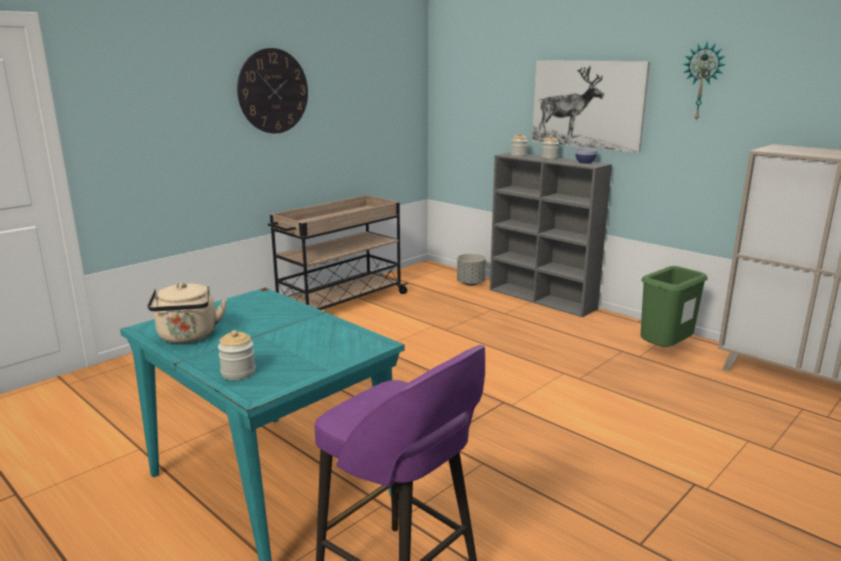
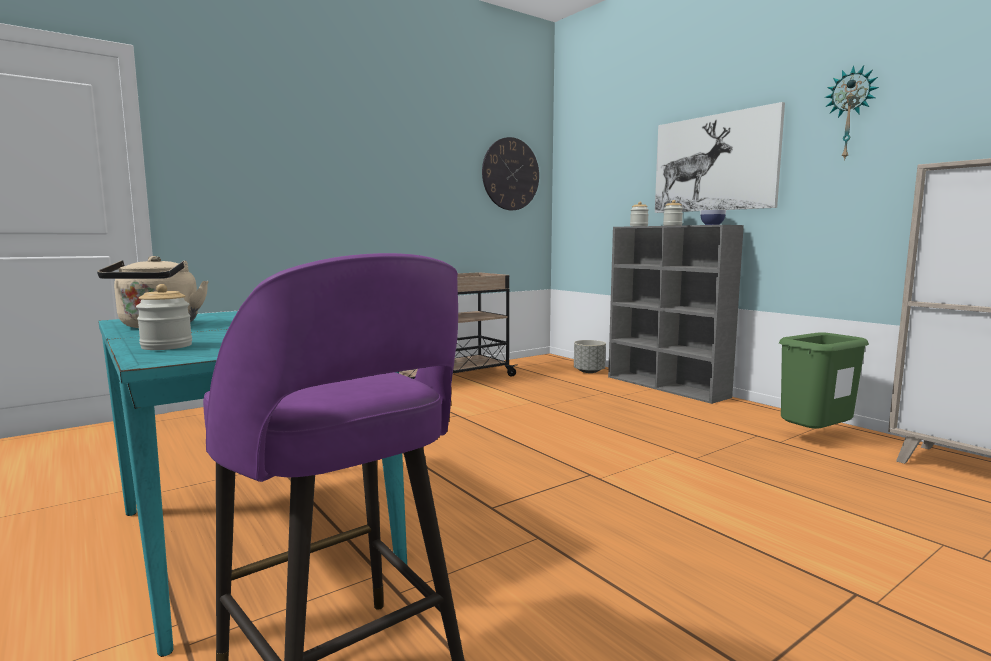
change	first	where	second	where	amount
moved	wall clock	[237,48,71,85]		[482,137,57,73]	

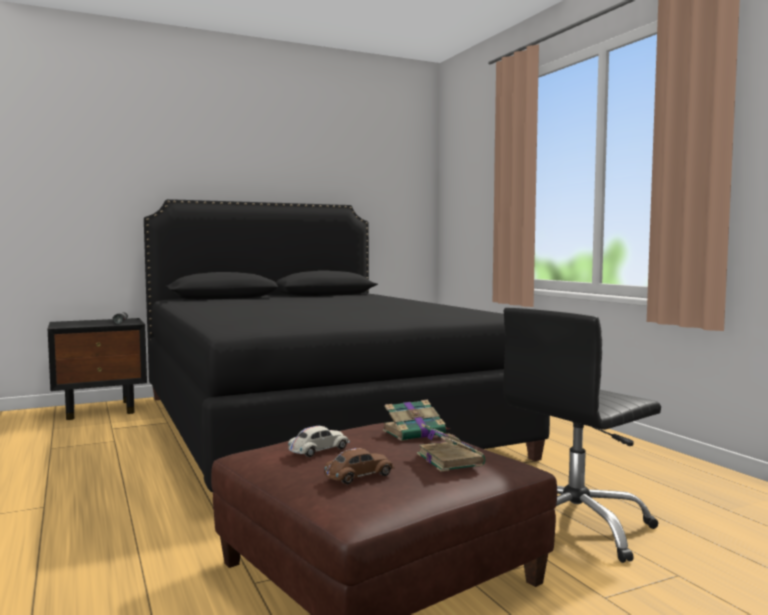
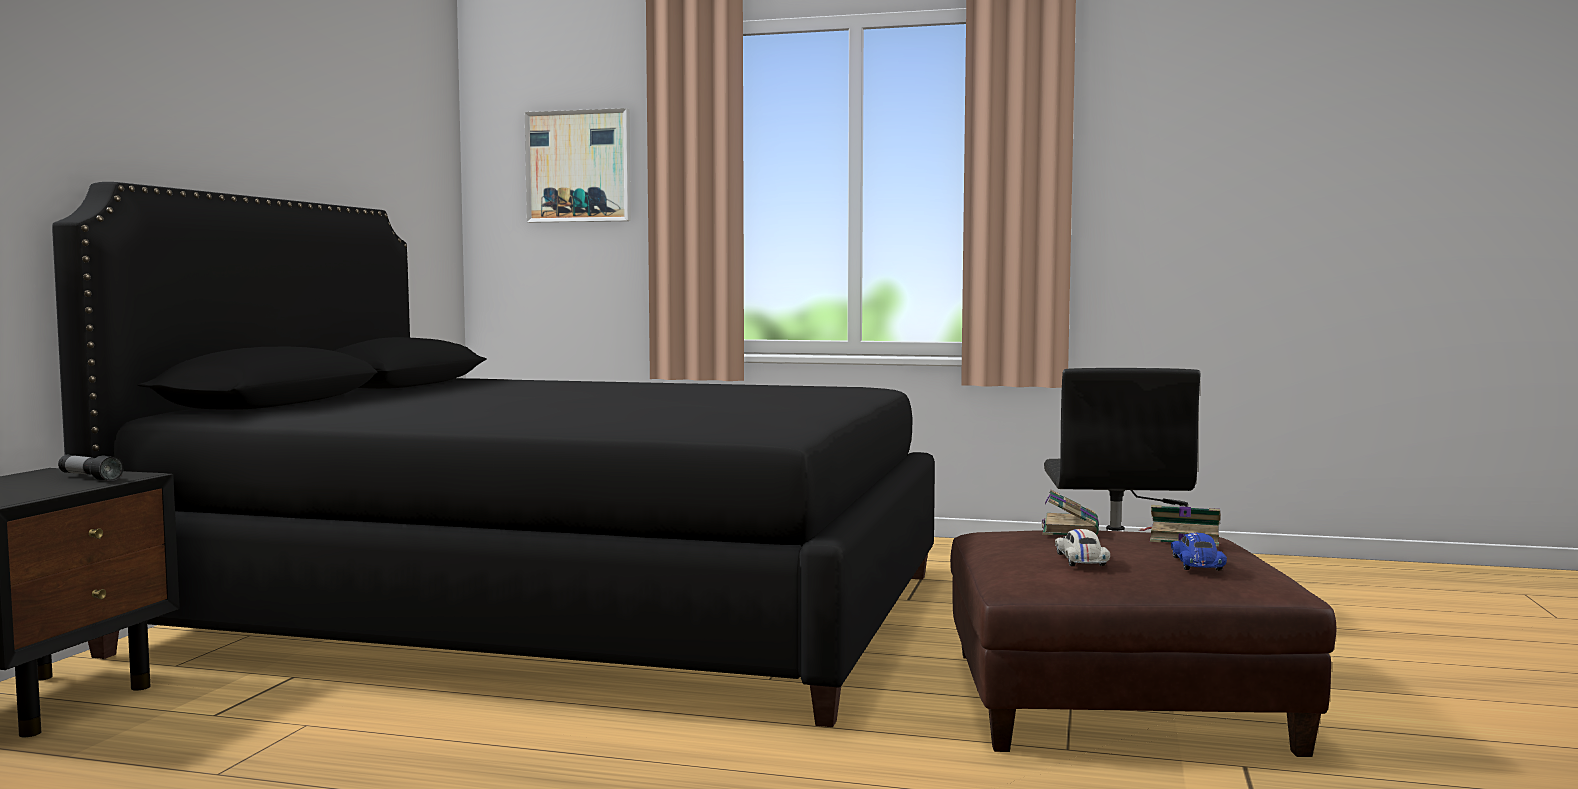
change	first	where	second	where	amount
added			picture	[525,108,106,115]	
recoloured	brown toy car	[325,448,69,37]	blue toy car	[1171,533,56,38]	

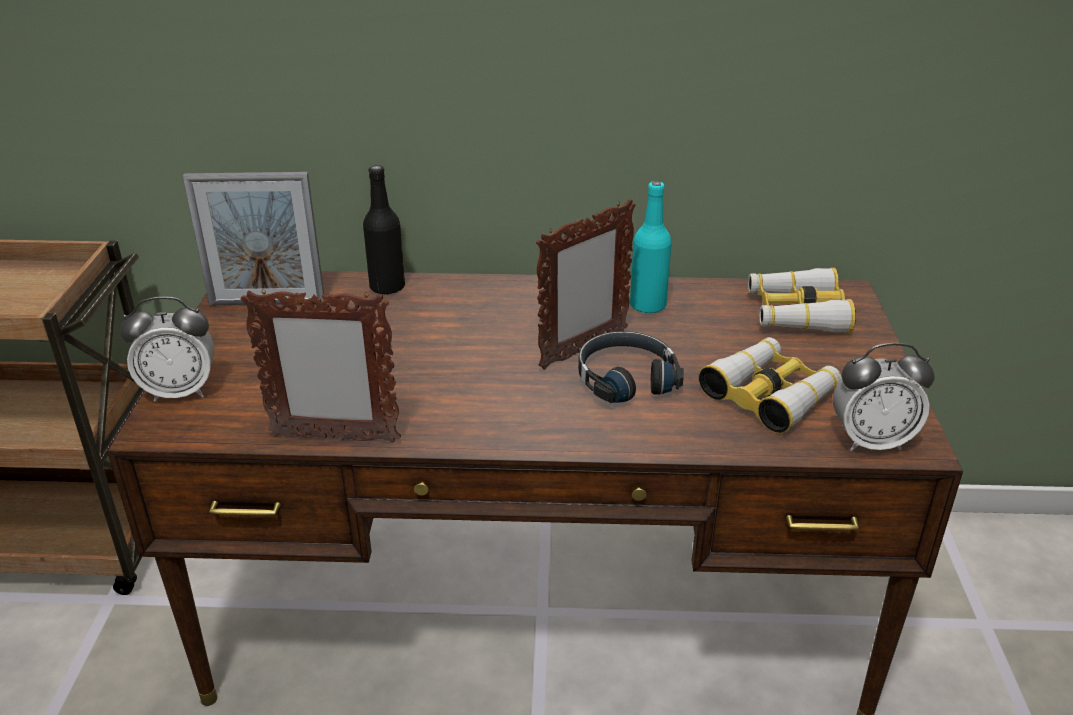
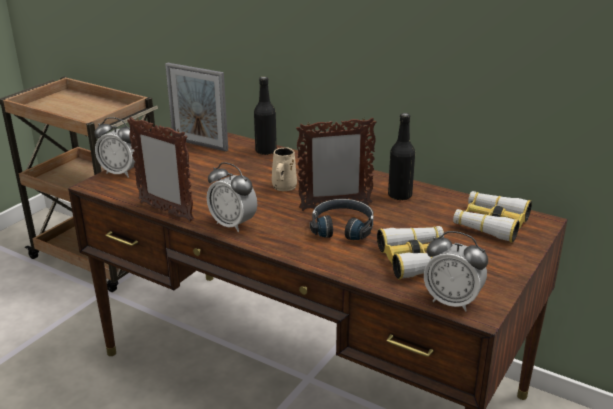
change	first	where	second	where	amount
added			alarm clock	[207,162,50,70]	
added			beige mug	[272,147,25,44]	
recoloured	turquoise bottle	[630,181,42,133]	black bottle	[388,113,27,87]	

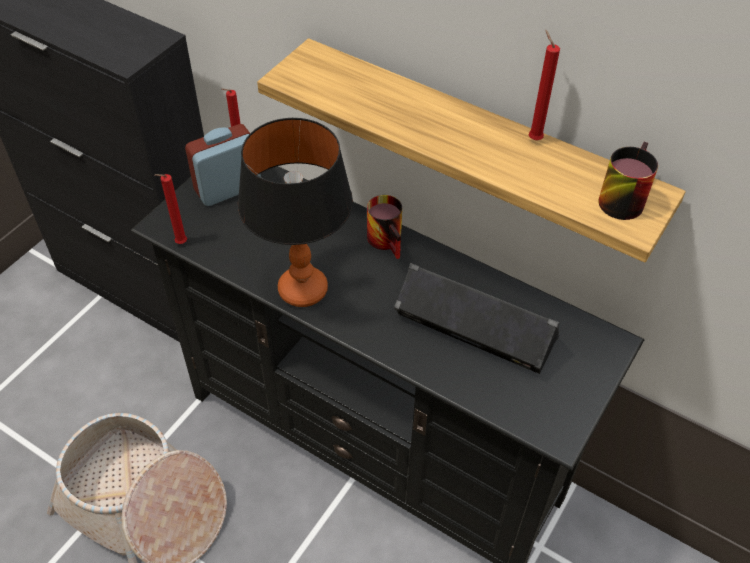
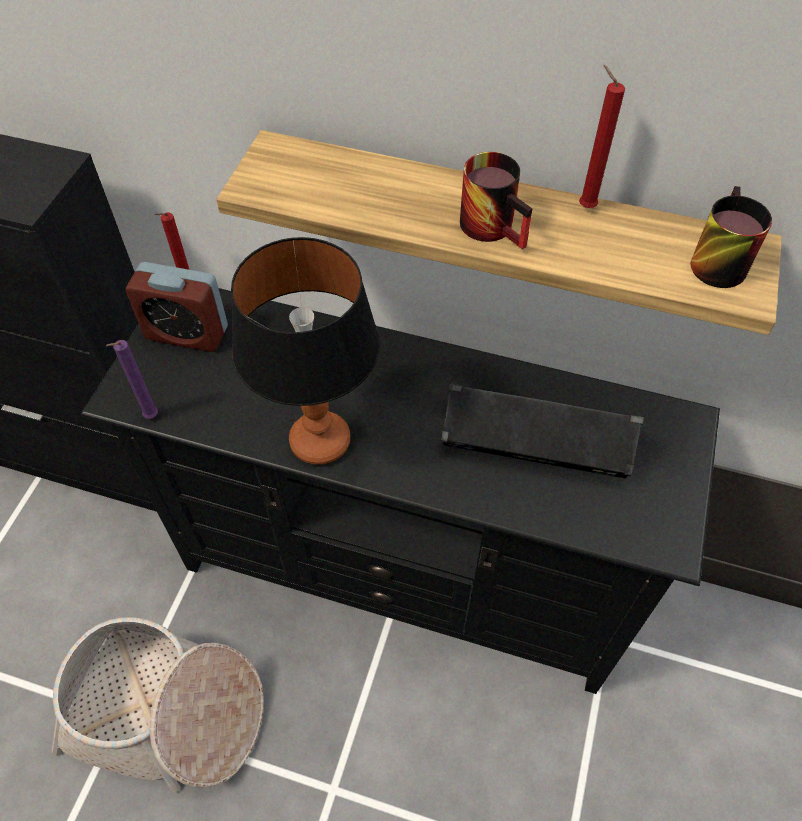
change	first	where	second	where	amount
recoloured	red candle	[155,174,32,70]	purple candle	[106,340,52,79]	
turned	alarm clock	[185,124,76,82]		[126,262,102,90]	120 degrees counterclockwise
moved	mug	[367,195,35,64]		[460,152,72,97]	

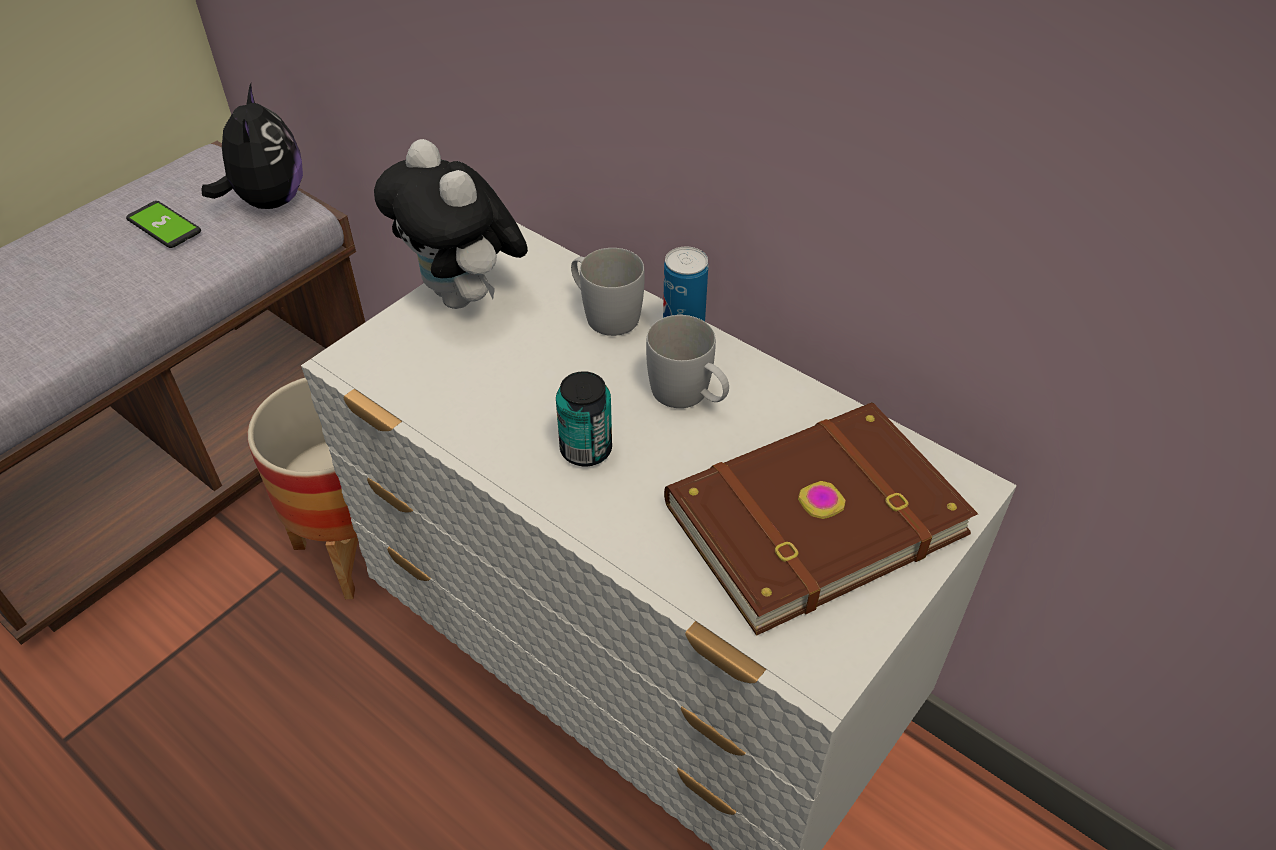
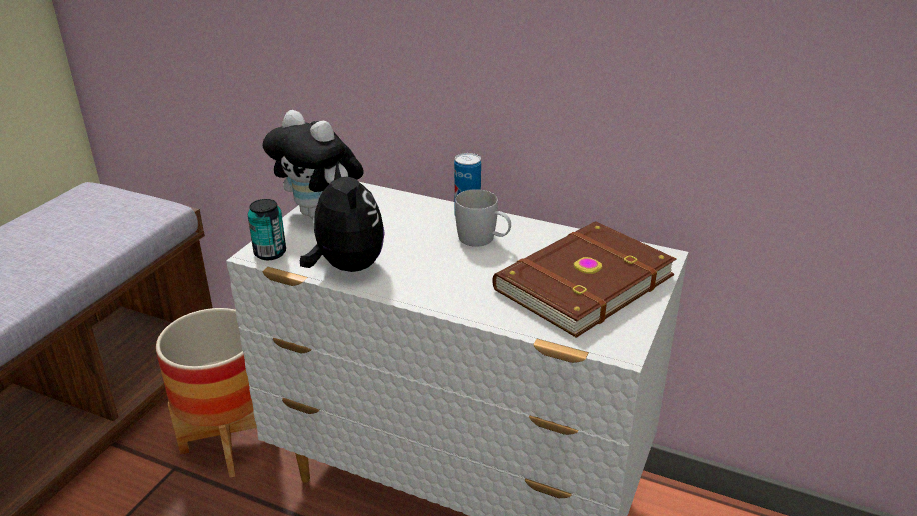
change	first	where	second	where	amount
moved	can	[556,371,56,96]		[248,199,38,61]	
moved	plush toy	[201,84,102,125]		[300,161,85,111]	
removed	phone	[126,201,75,47]			
removed	white mug	[571,248,74,88]			

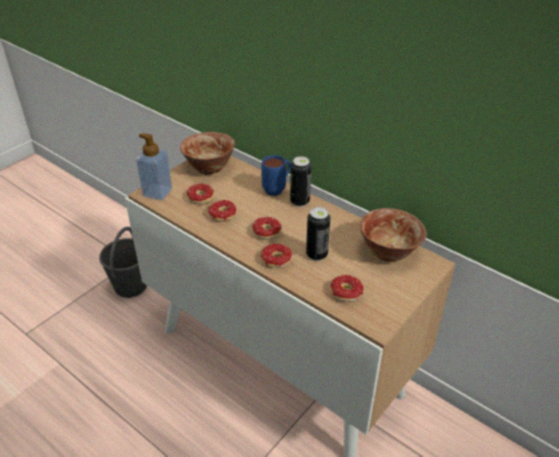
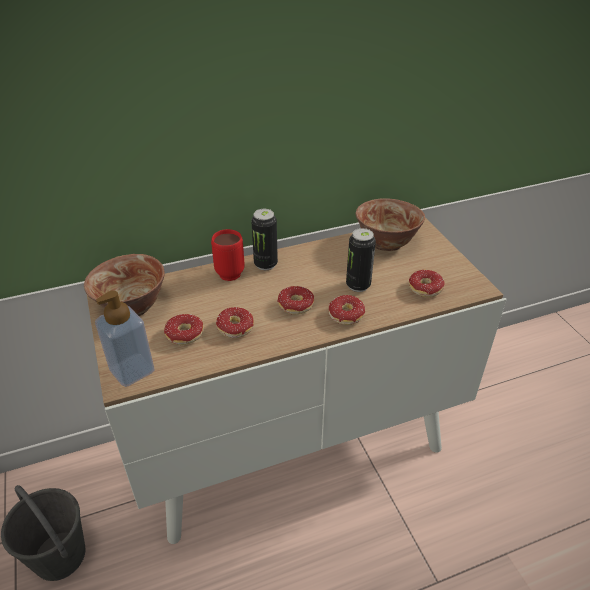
change	first	where	second	where	amount
recoloured	blue mug	[261,155,30,41]	red mug	[211,229,34,52]	

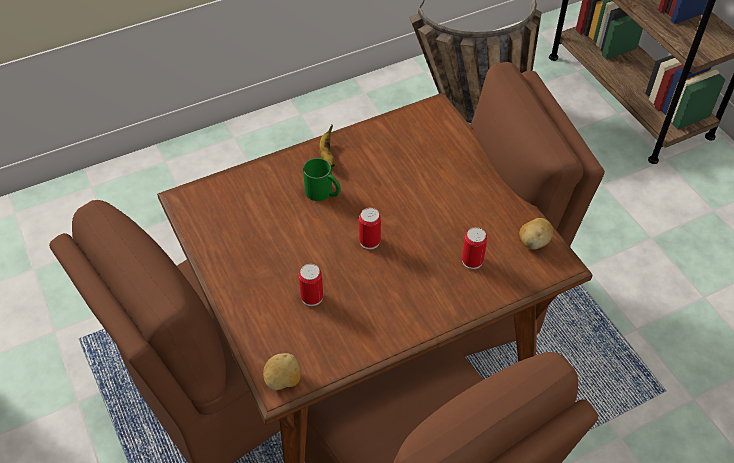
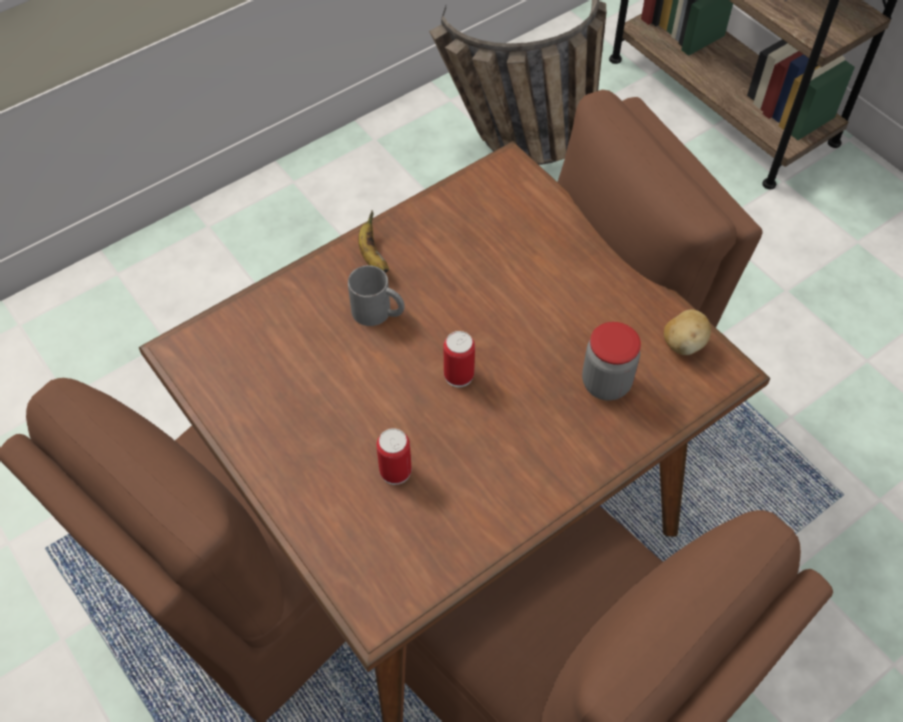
change	first	where	second	where	amount
recoloured	green mug	[303,158,38,43]	grey mug	[348,265,57,61]	
replaced	can	[462,227,25,42]	jar	[582,322,59,79]	
removed	potato	[263,353,37,37]			

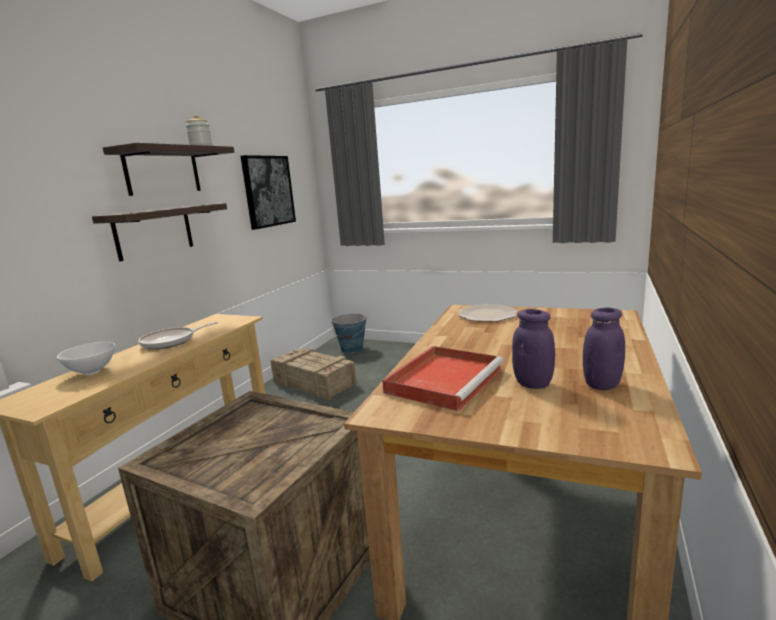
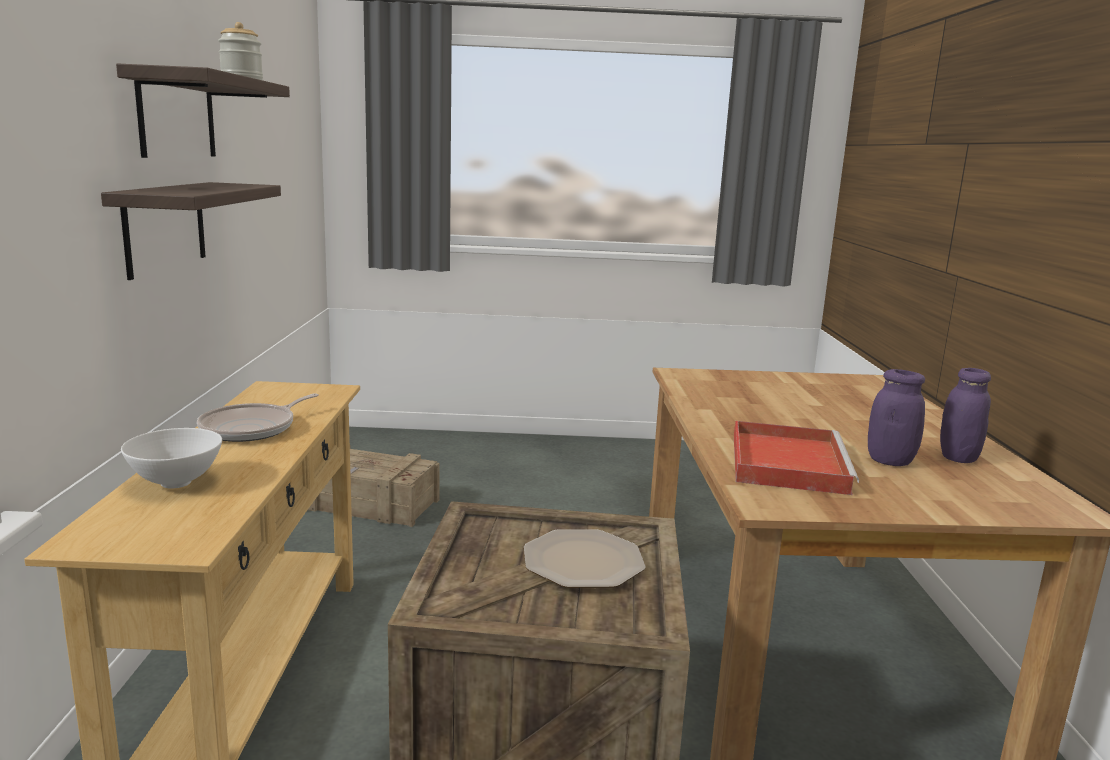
change	first	where	second	where	amount
moved	plate	[458,305,59,17]		[524,529,122,59]	
removed	picture	[241,155,55,75]			
removed	bucket	[331,314,36,39]			

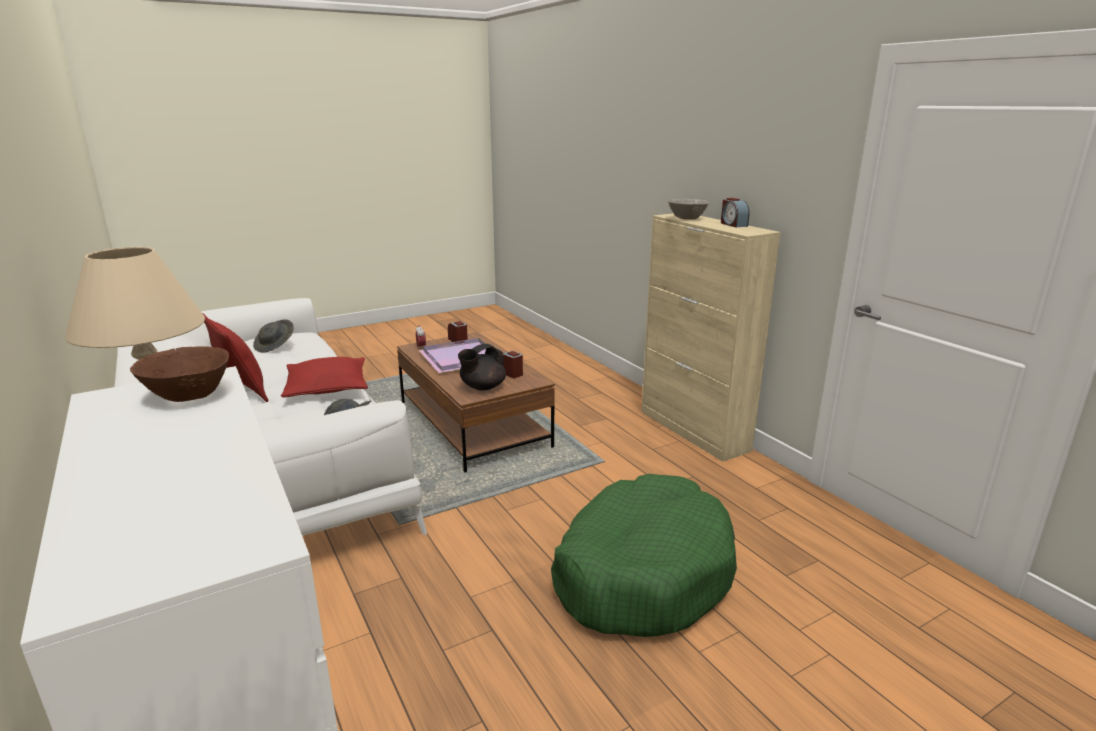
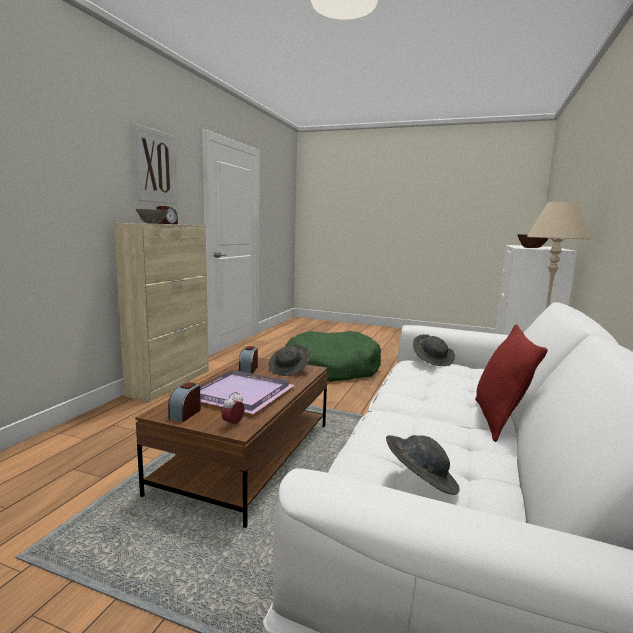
change	first	where	second	where	amount
added			picture	[133,123,44,81]	
replaced	black teapot	[458,344,48,46]	grey hat	[269,344,41,32]	
removed	red pillow	[281,357,87,40]			

